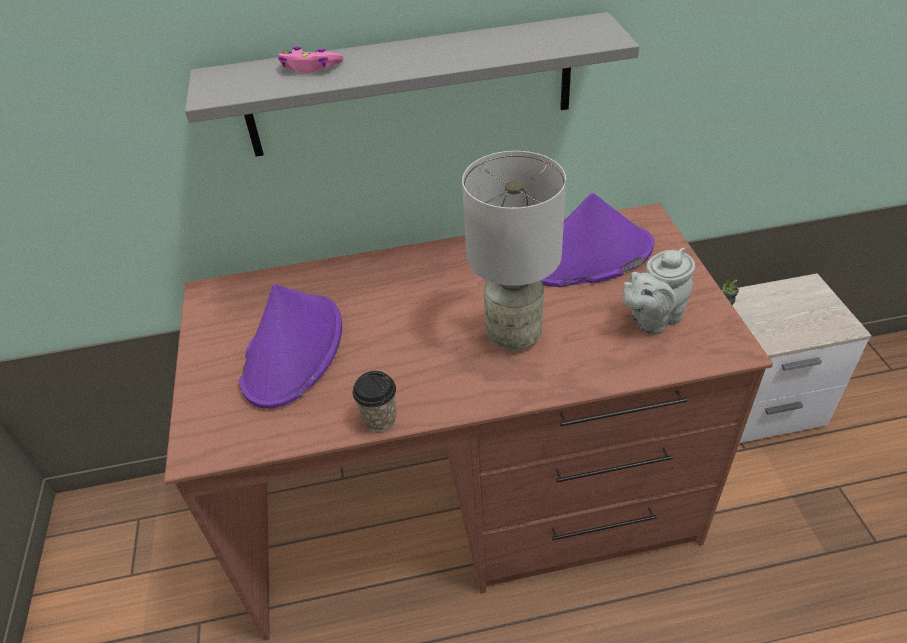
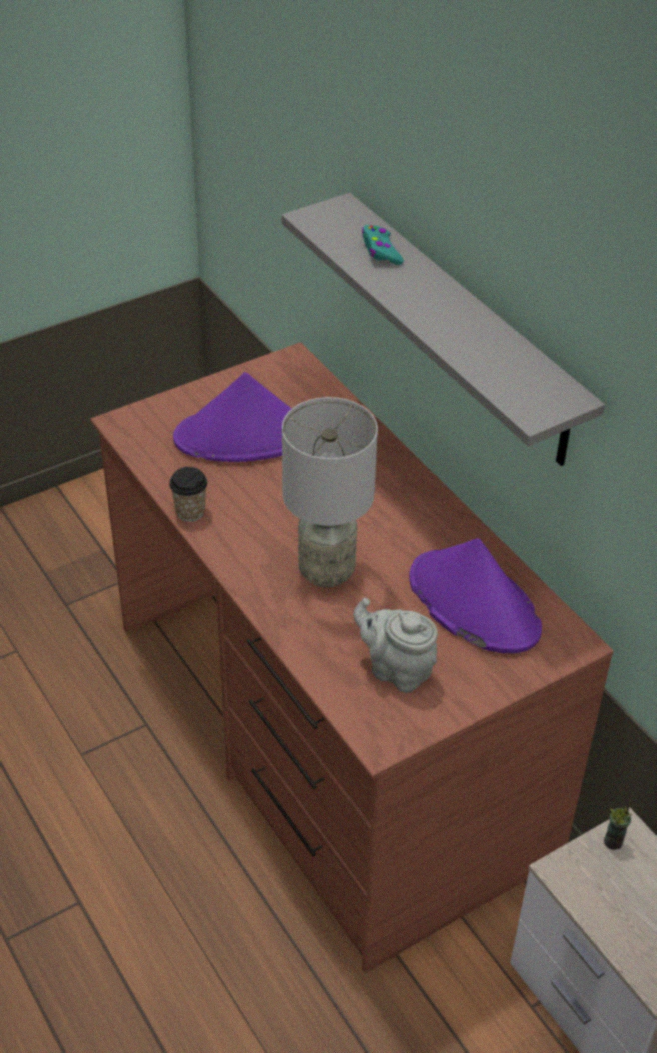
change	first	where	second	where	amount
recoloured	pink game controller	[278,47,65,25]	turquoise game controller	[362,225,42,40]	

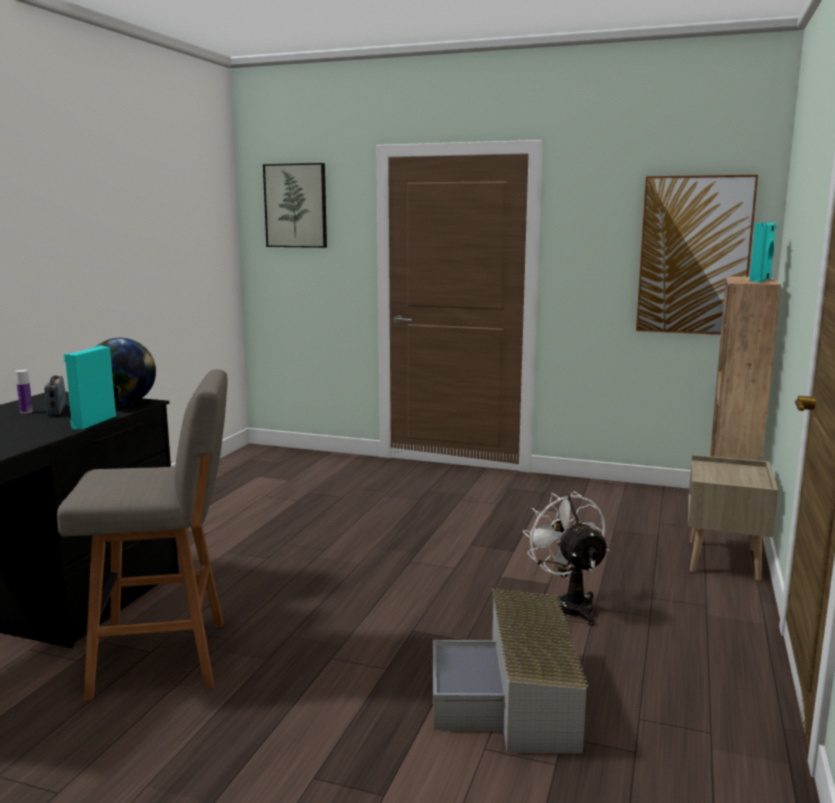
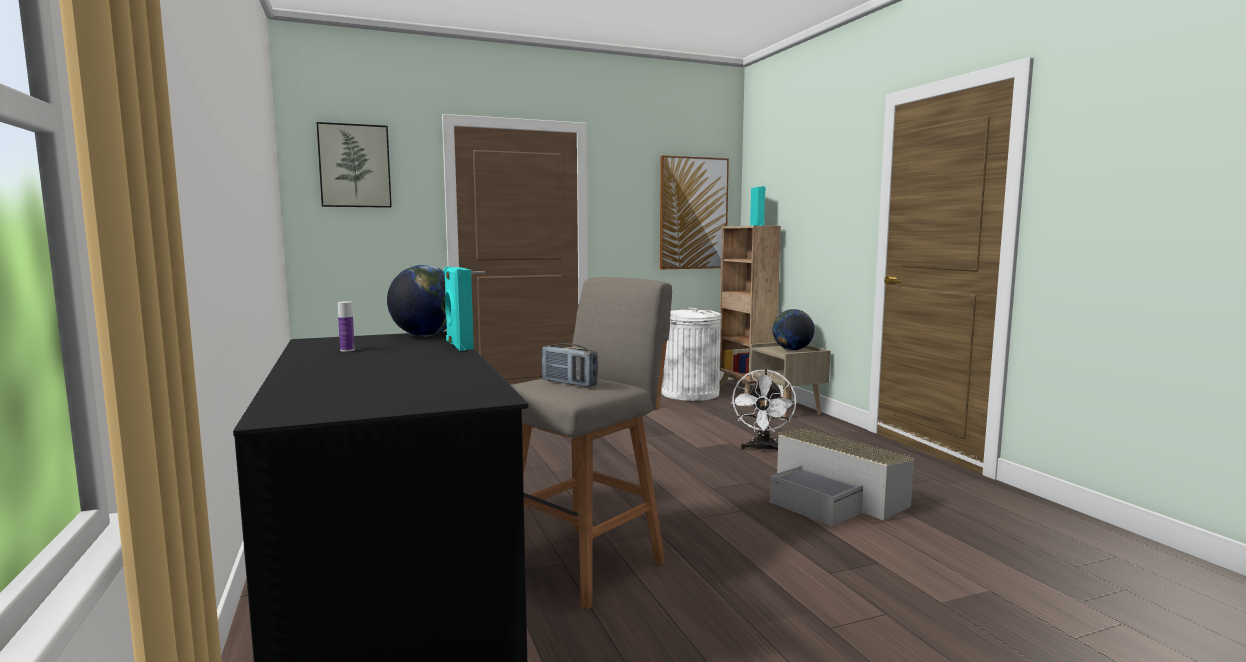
change	first	where	second	where	amount
moved	radio	[44,375,22,40]		[542,343,56,44]	
added			white trash can	[661,308,61,93]	
turned	white fan	[523,491,87,135]		[731,369,65,83]	105 degrees counterclockwise
added			globe	[772,309,43,41]	

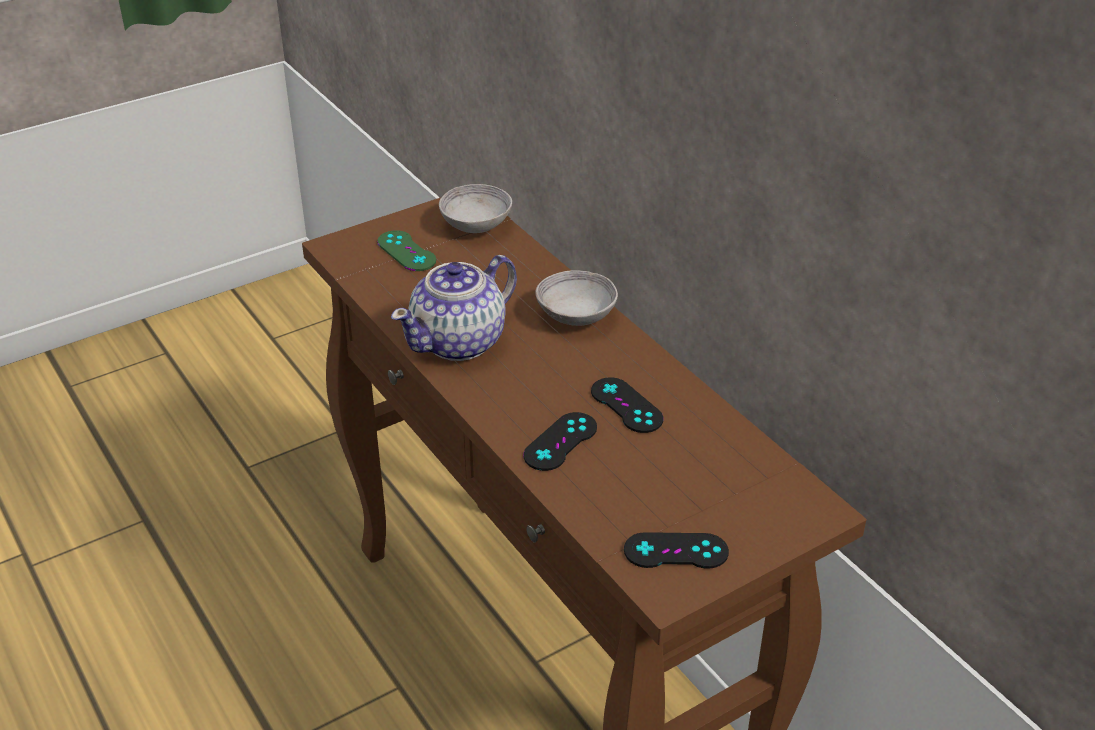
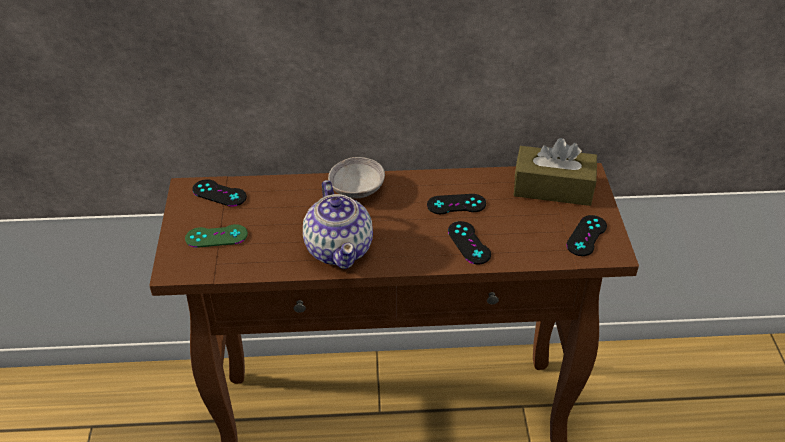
change	first	where	second	where	amount
replaced	grey bowl	[439,184,73,49]	black game controller	[192,179,55,28]	
added			brown tissue box	[513,138,84,68]	

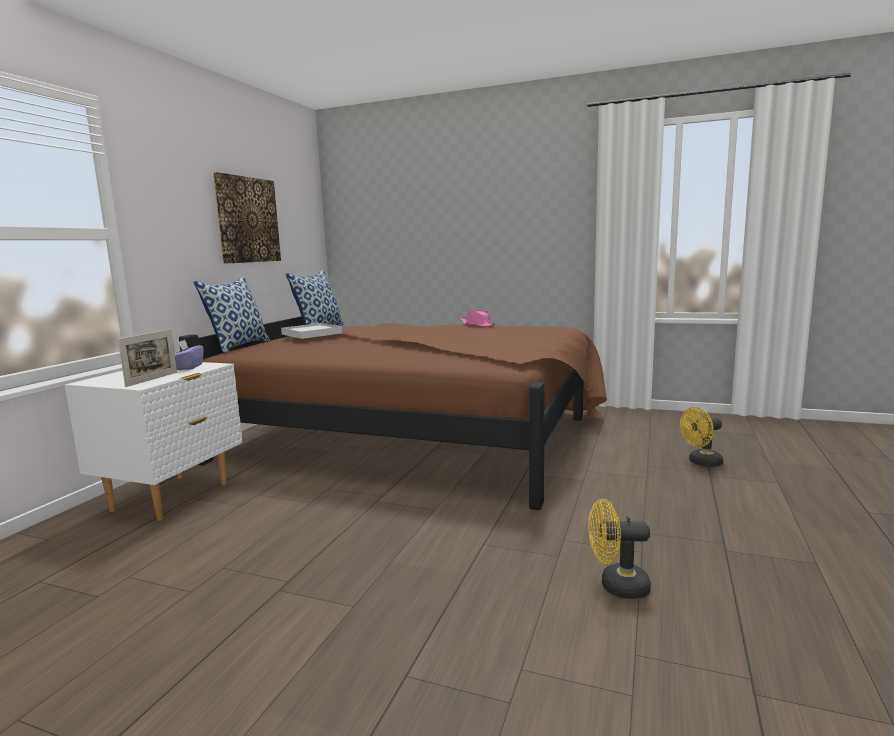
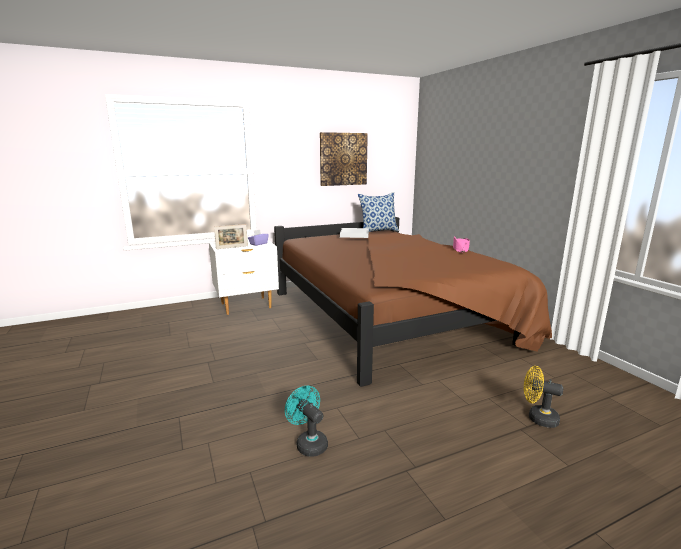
change	first	where	second	where	amount
recoloured	yellow fan	[588,499,63,100]	turquoise fan	[285,386,43,71]	
removed	pillow	[193,276,77,77]			

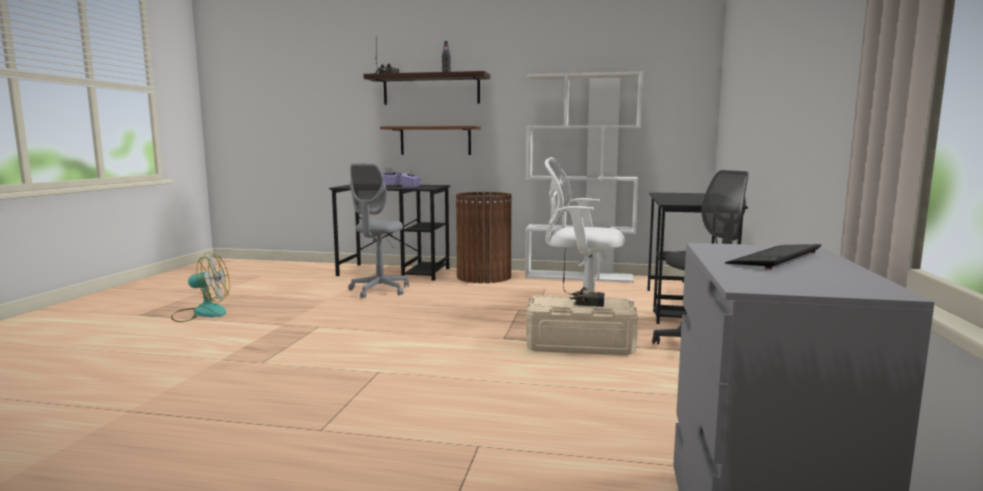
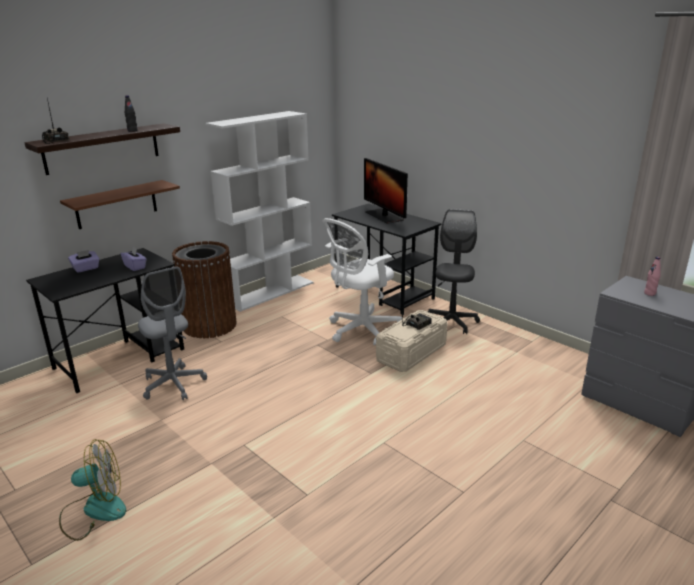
change	first	where	second	where	amount
turned	fan	[171,252,59,70]		[59,439,67,102]	45 degrees clockwise
added			monitor	[364,158,44,66]	
replaced	keyboard	[725,244,96,26]	pink bottle	[644,257,17,39]	

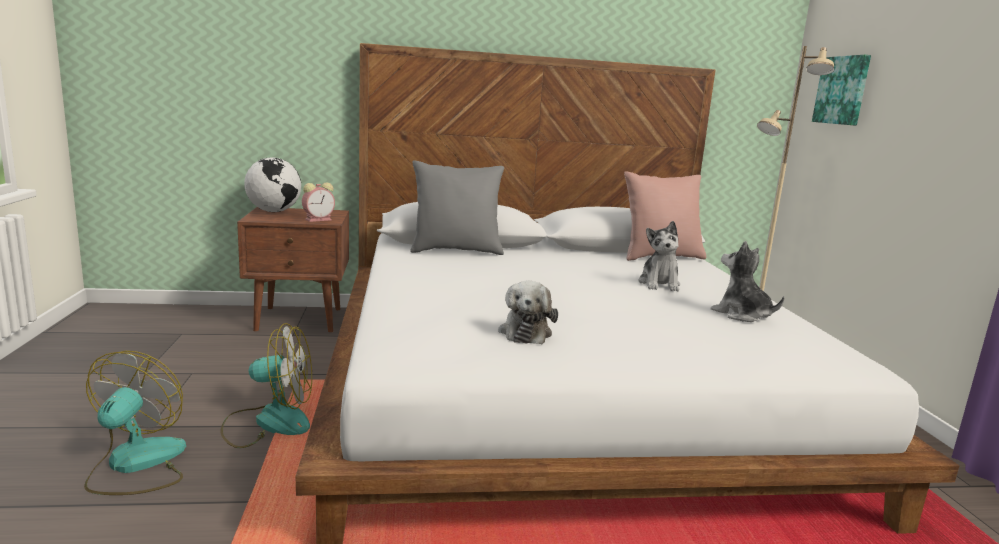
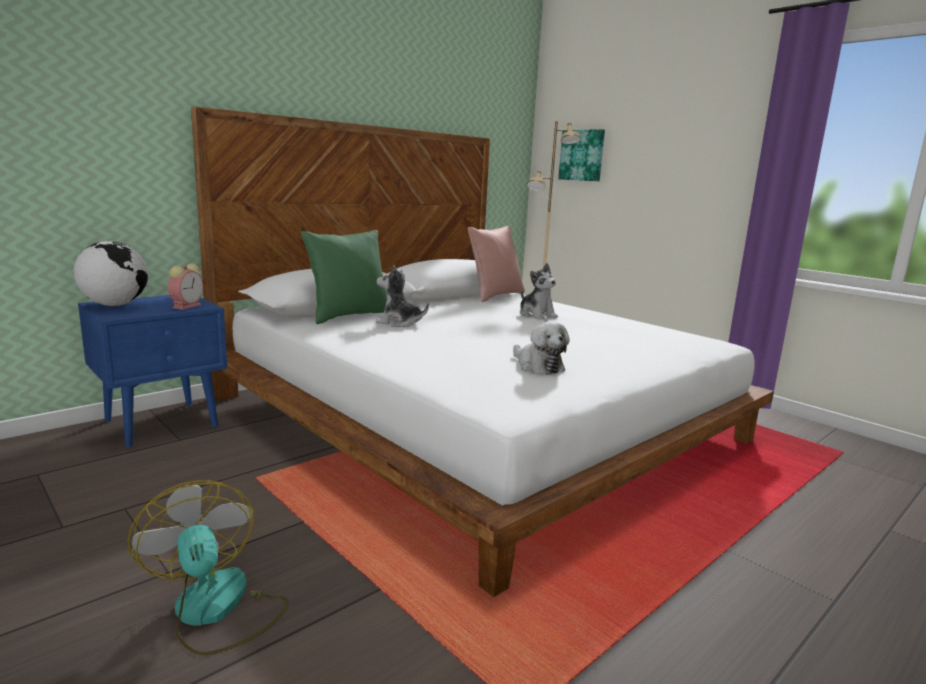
change	first	where	second	where	amount
recoloured	brown nightstand	[237,207,112,125]	blue nightstand	[78,295,149,153]	
recoloured	grey pillow	[410,160,94,95]	green pillow	[301,230,86,94]	
moved	plush toy	[711,241,73,81]		[376,265,53,62]	
removed	fan	[220,323,92,125]			

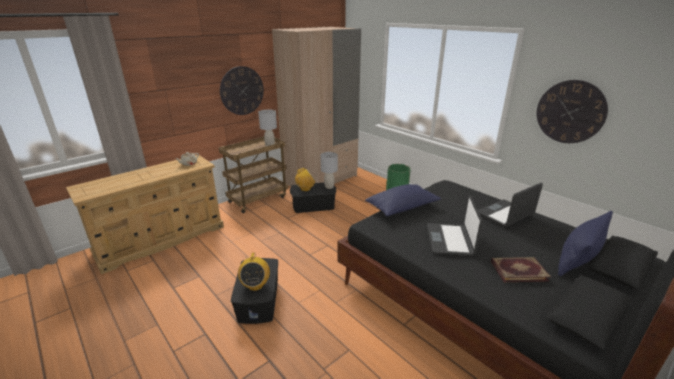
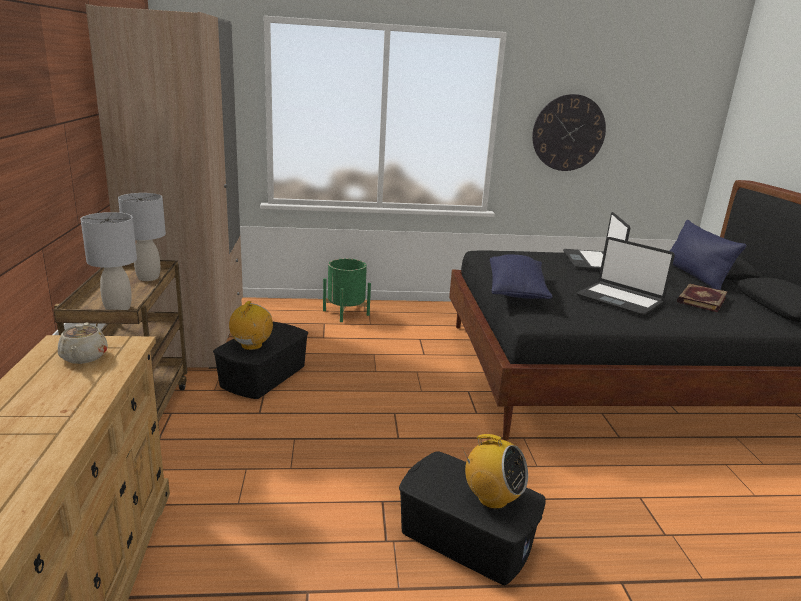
change	first	where	second	where	amount
moved	grey table lamp	[320,152,18,37]		[81,212,56,98]	
removed	wall clock	[220,66,44,49]			

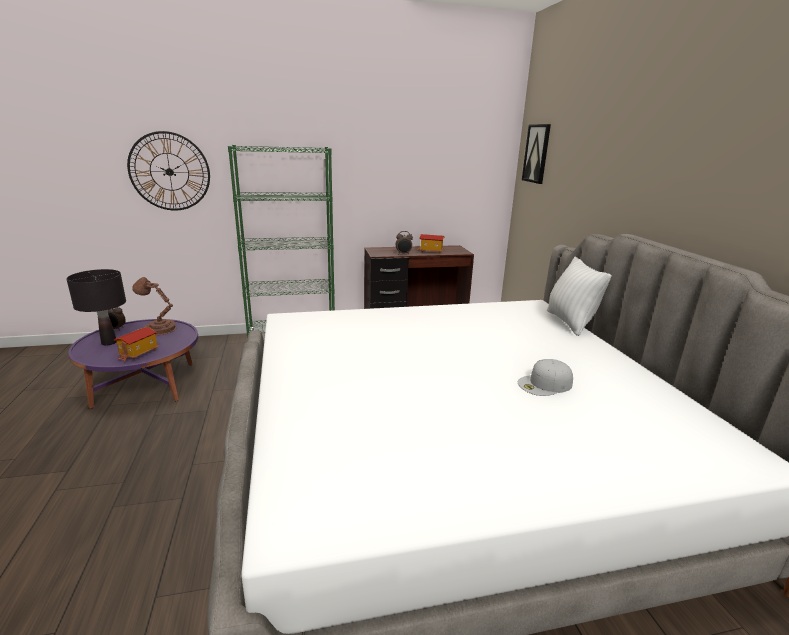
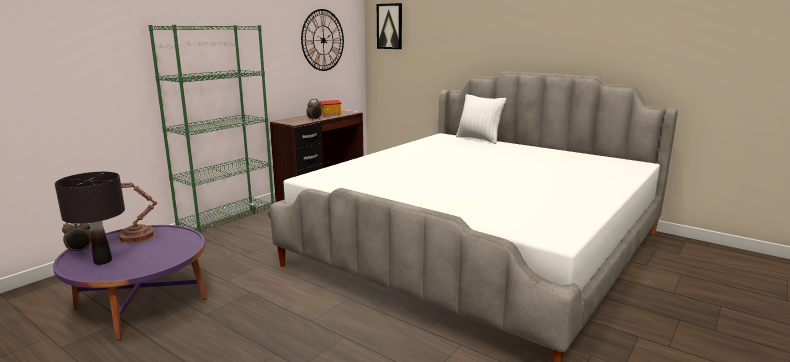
change	first	where	second	where	amount
moved	wall clock	[127,131,83,80]		[301,9,43,62]	
removed	toy house	[114,327,45,34]			
removed	white cap	[518,359,55,37]			

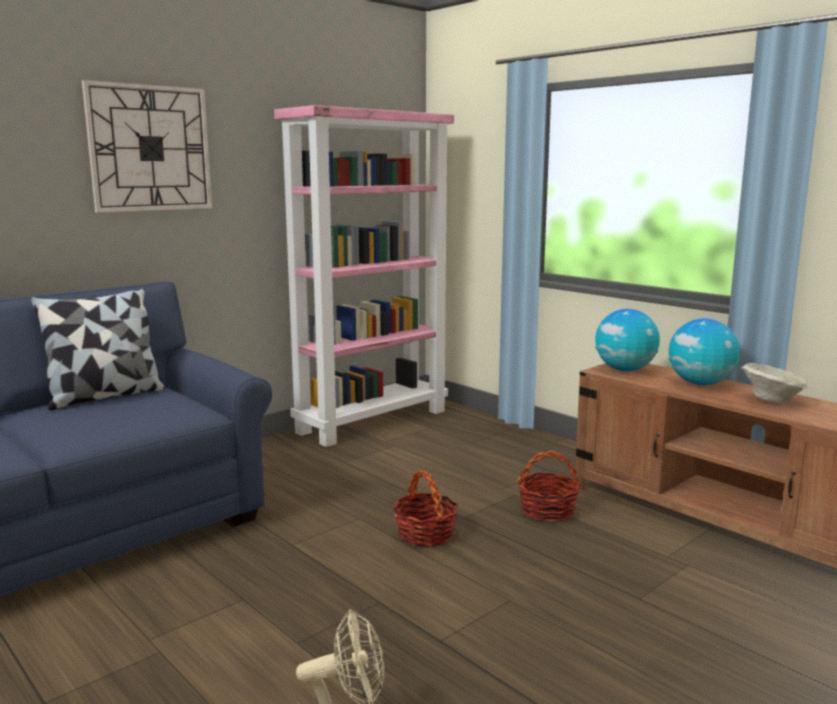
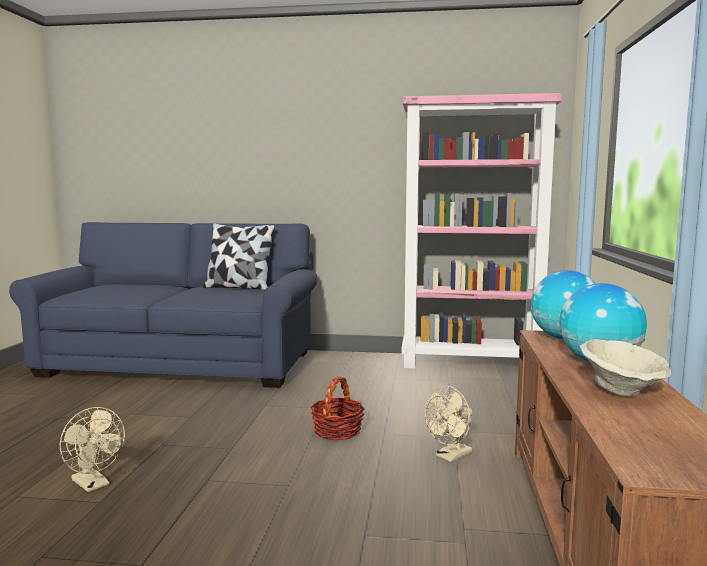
change	first	where	second	where	amount
replaced	basket	[517,451,63,71]	beige fan	[424,386,49,76]	
removed	wall clock	[82,80,130,133]			

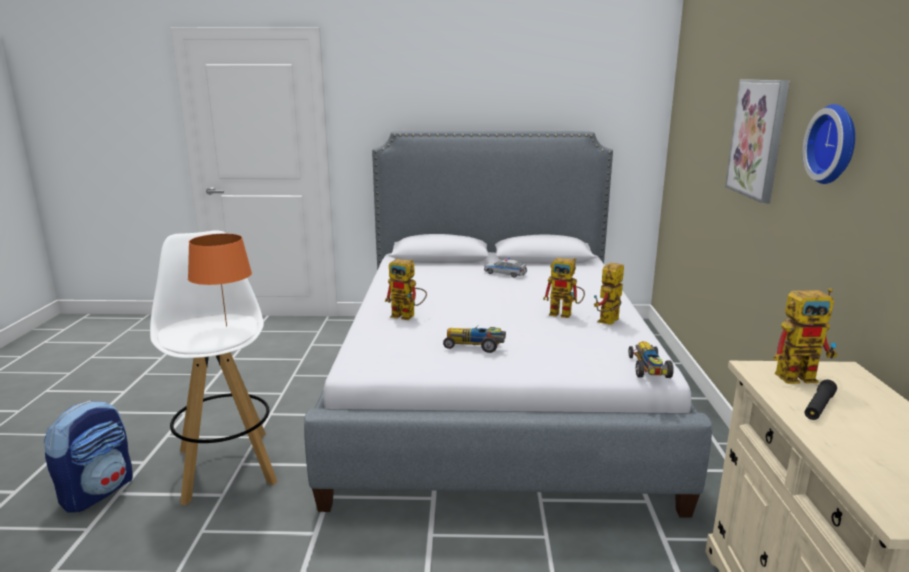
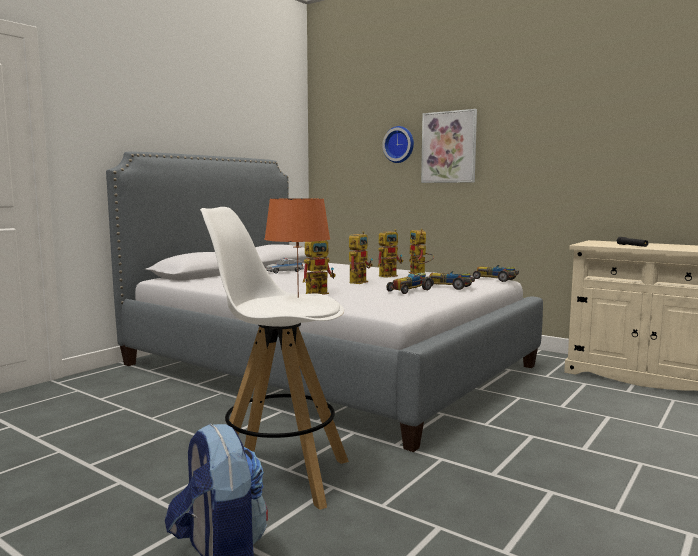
change	first	where	second	where	amount
moved	toy robot	[773,288,64,96]		[349,231,24,53]	
moved	wall clock	[803,104,52,80]		[382,126,32,37]	
added			toy car	[430,271,45,19]	

